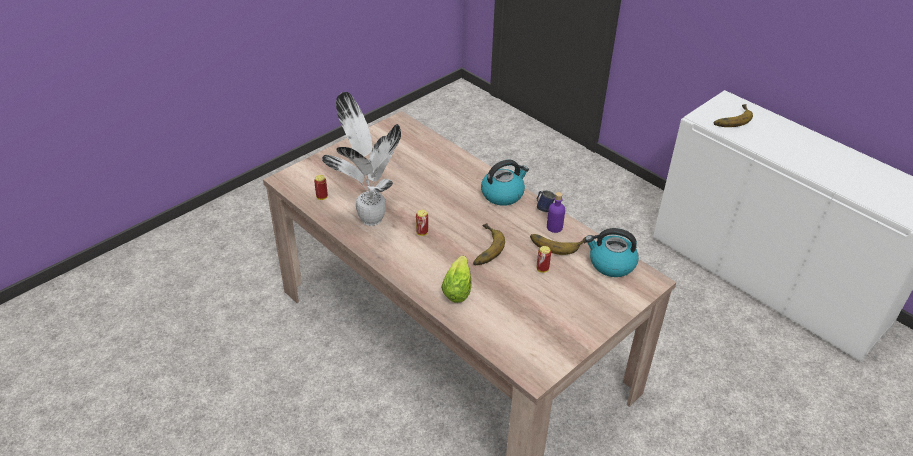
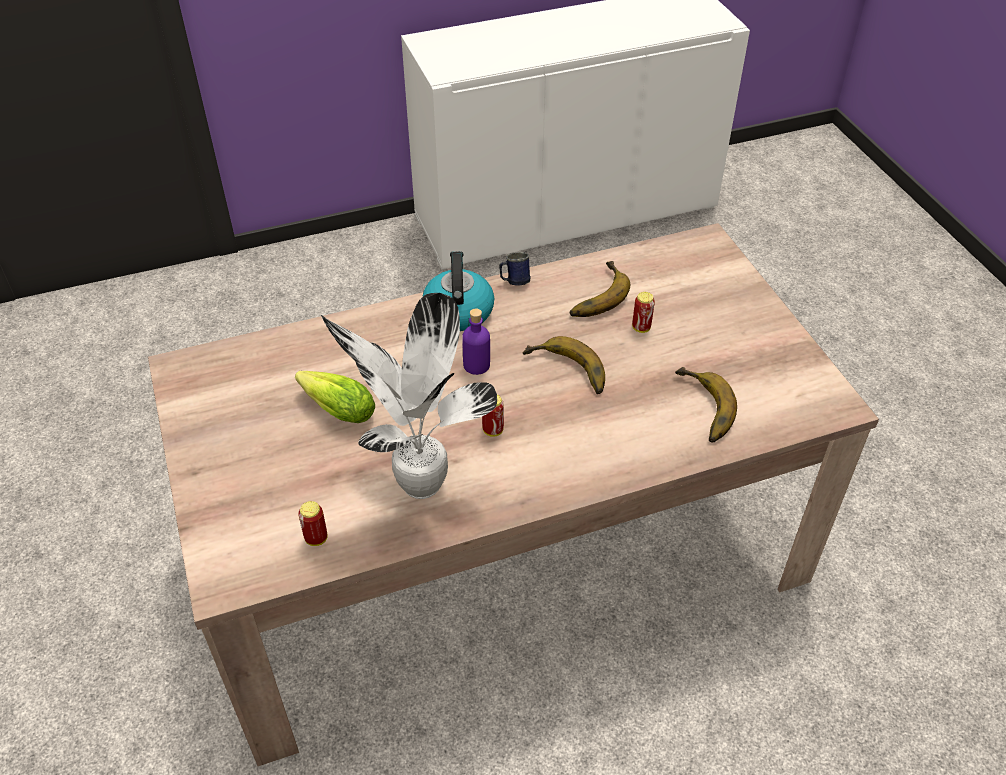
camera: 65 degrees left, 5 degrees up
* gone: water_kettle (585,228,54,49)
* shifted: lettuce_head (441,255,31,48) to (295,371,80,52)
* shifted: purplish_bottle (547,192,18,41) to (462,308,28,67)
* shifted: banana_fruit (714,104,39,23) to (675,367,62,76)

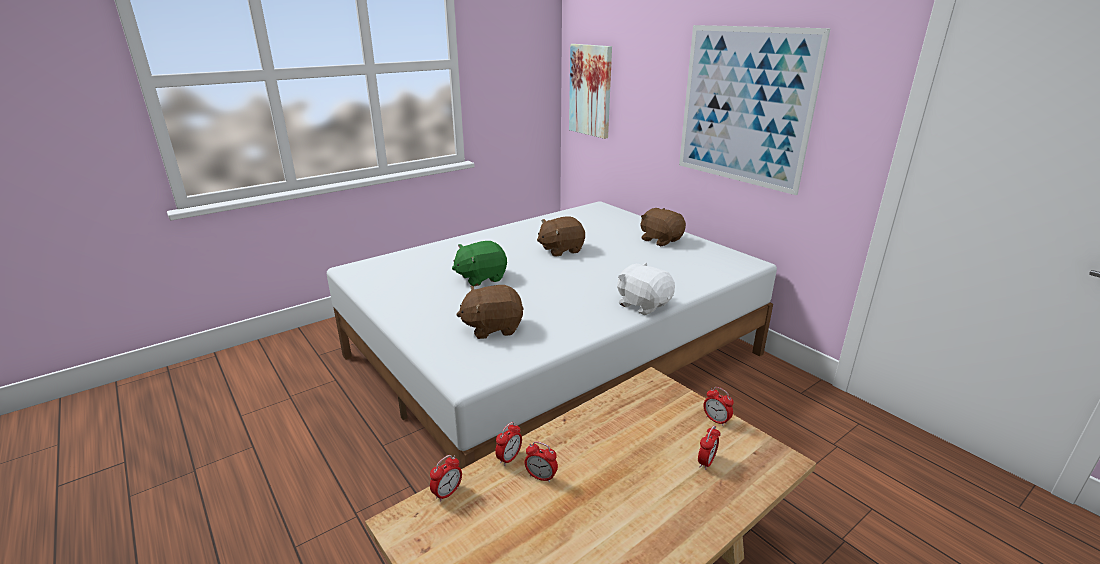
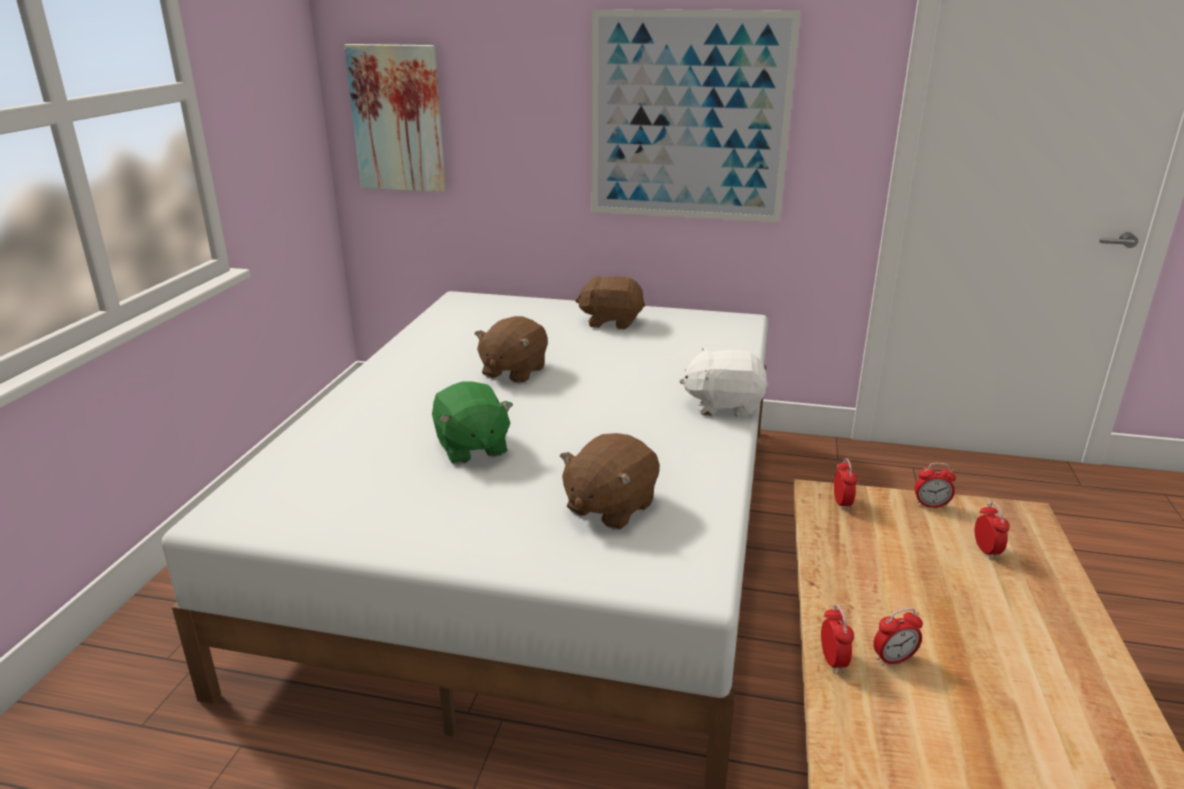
camera: 40 degrees left, 0 degrees up
* shifted: table_clock (430,455,32,47) to (834,458,23,52)
* rotated: greenish_plush_toy (452,241,55,45) = (432,382,81,82) 45 degrees counterclockwise

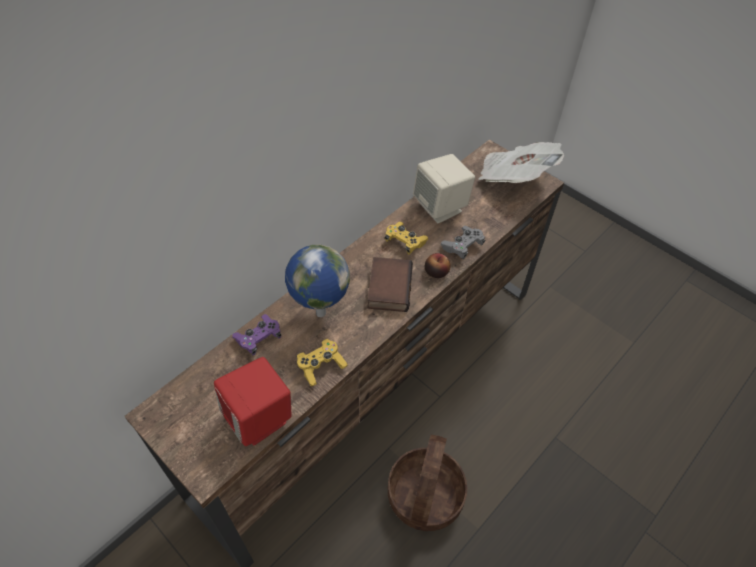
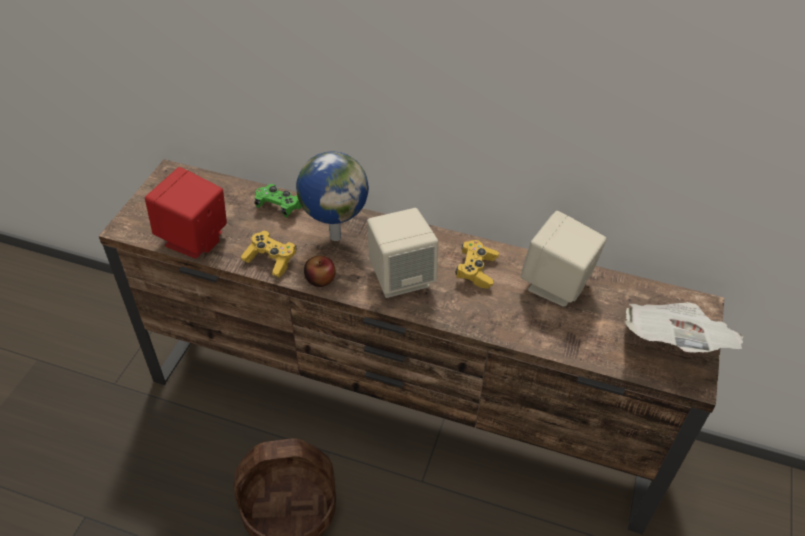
camera: 65 degrees right, 5 degrees down
* gone: grey_game_controller (441,226,44,33)
* shifted: apple (425,253,26,25) to (304,256,31,31)
* swapped: book (367,257,46,55) to beige_speaker (367,208,71,90)
* repainted: purplish_game_controller (232,314,49,42) to greenish_game_controller (255,184,47,34)

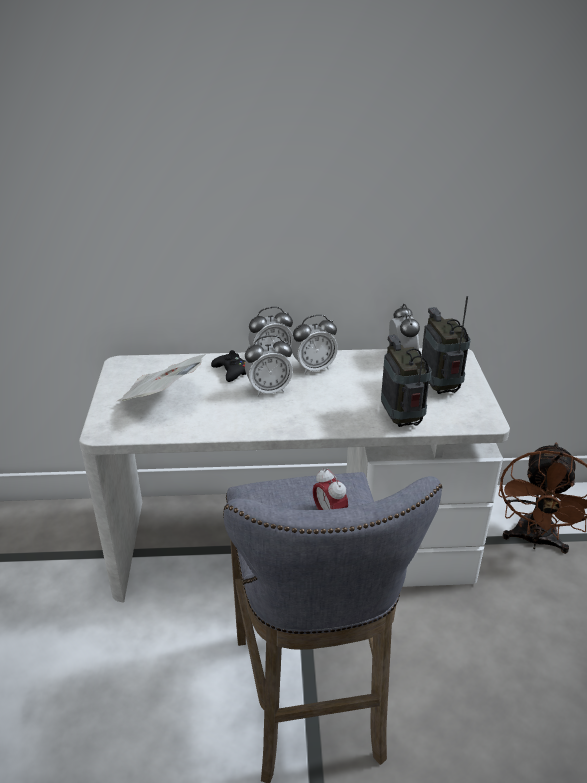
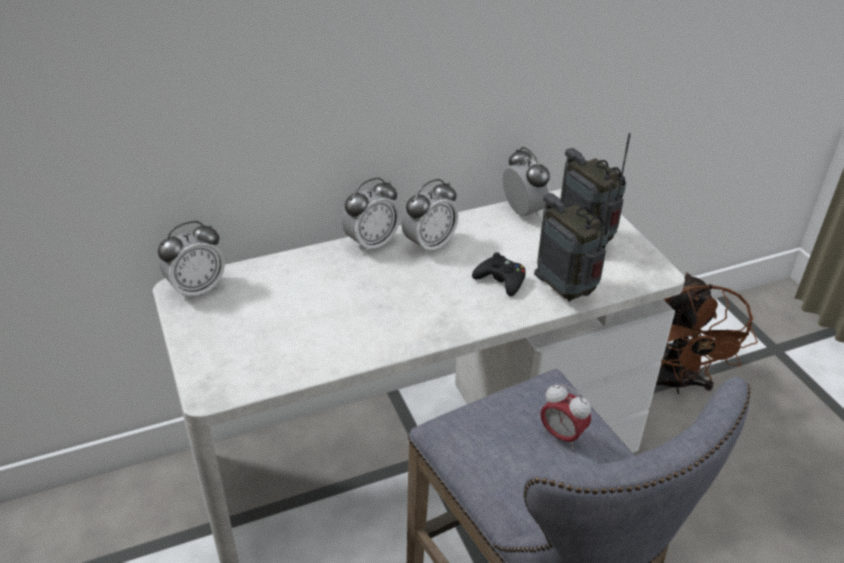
camera: 20 degrees left, 5 degrees up
* gone: daily_paper (116,354,90,48)
* shifted: black_game_controller (211,350,35,32) to (472,252,54,44)
* shifted: table_clock (245,335,48,61) to (158,221,67,80)

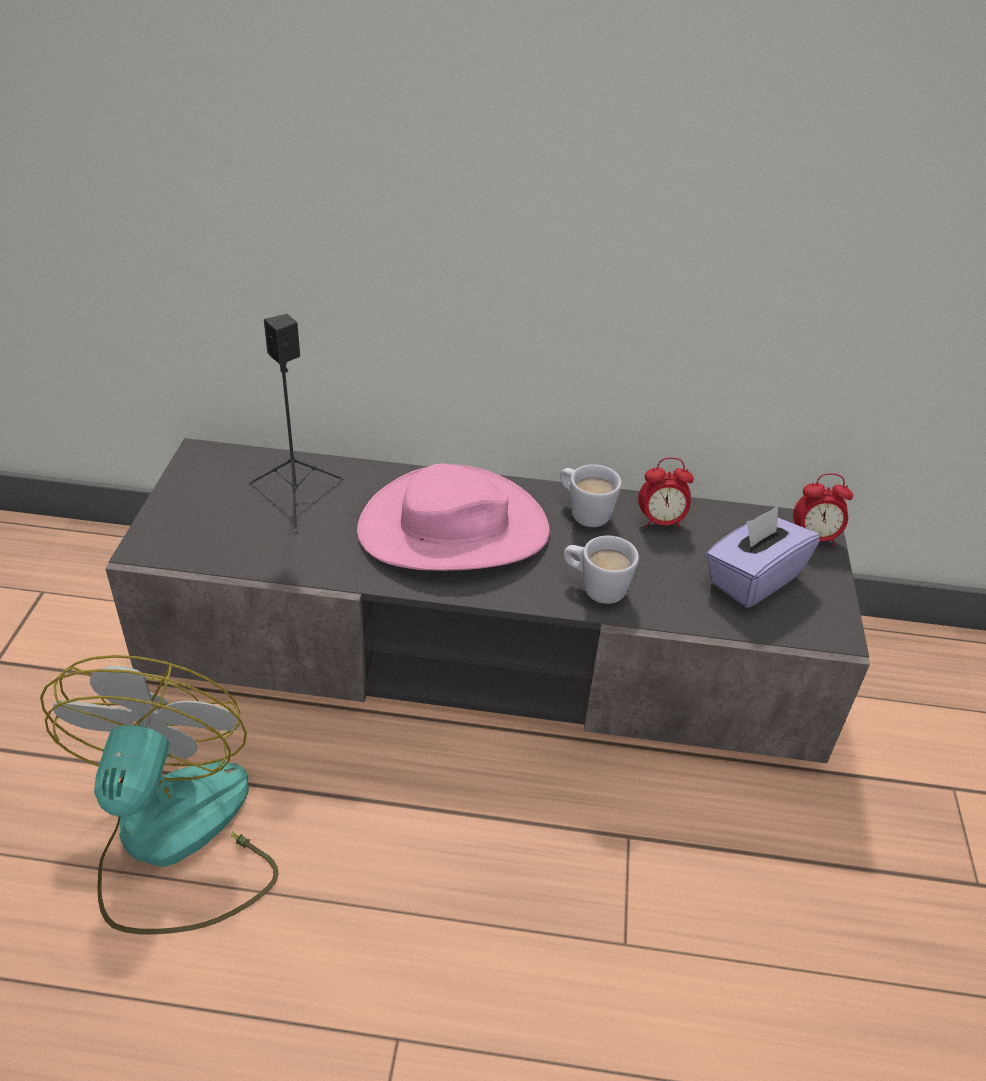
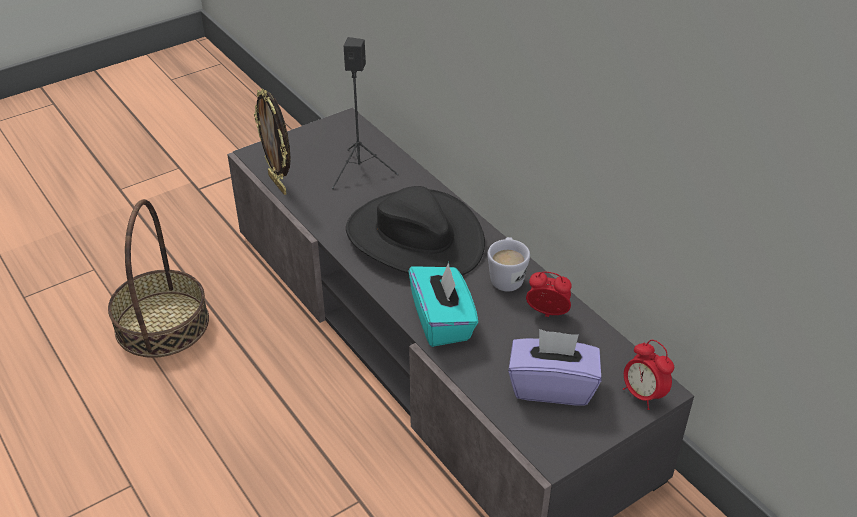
camera: 50 degrees right, 0 degrees up
* new: picture_frame (254,89,37,106)
* swapped: fan (40,655,239,280) to basket (108,199,101,159)
* swapped: white-coloured_mug (564,536,75,68) to blue-green_tissue_box (409,262,69,85)
* repainted: pinkish_wearable_hat (357,463,193,108) to black_wearable_hat (346,186,139,89)
* rotated: table_clock (638,457,56,73) = (526,272,46,45) 150 degrees clockwise

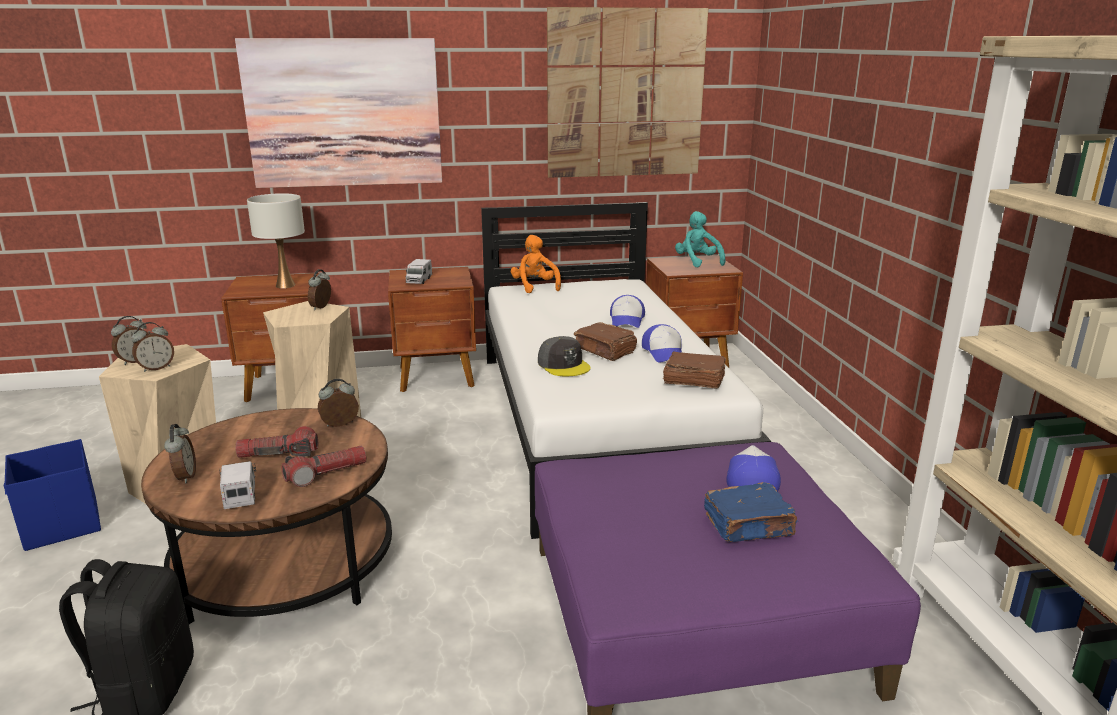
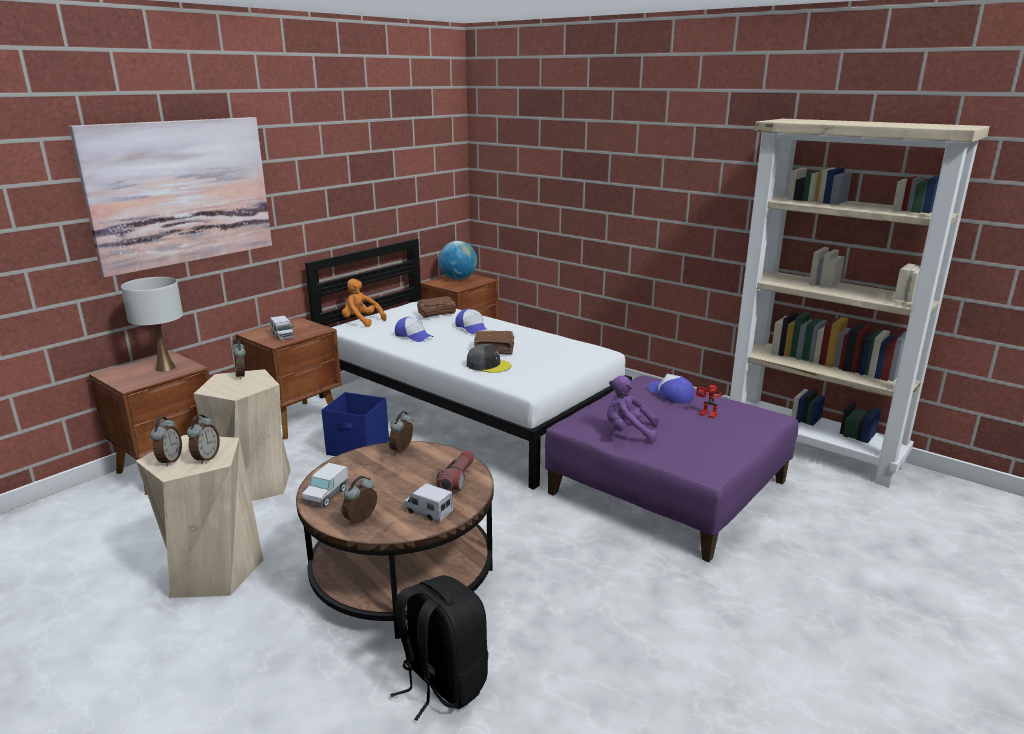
camera: 40 degrees left, 0 degrees up
* gone: flashlight (235,426,83,32)
* gone: wall_picture (547,7,161,171)
* new: toy_lorry (302,463,46,44)
* new: purplish_plush_toy (607,376,52,65)
* shifted: bluish_storage_box (4,439,97,112) to (321,392,68,64)
* shifted: cap (642,324,40,39) to (395,317,38,25)
* shifted: brown_book (663,351,63,38) to (417,296,39,22)
* swapped: blue-green_plush_toy (675,211,51,57) to world_globe (439,241,38,39)
* swapped: bluish_book (704,482,94,60) to robot_figure (696,385,28,33)
* rotated: table_clock (164,424,32,59) = (342,476,35,49) 90 degrees counterclockwise

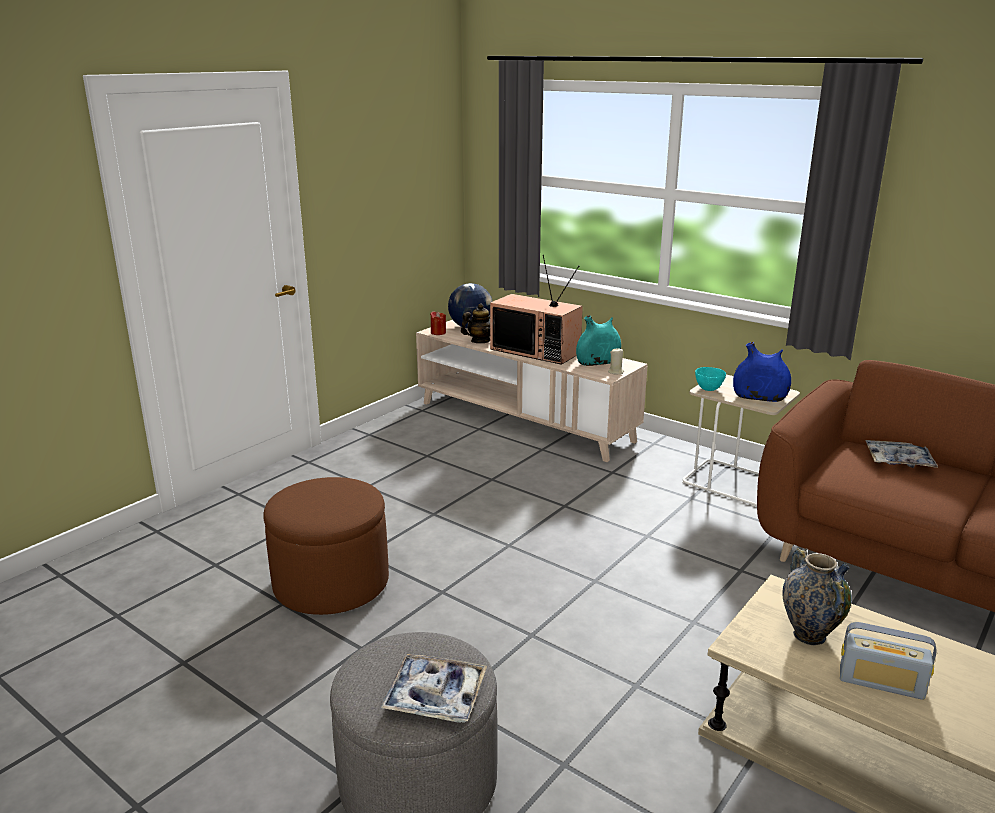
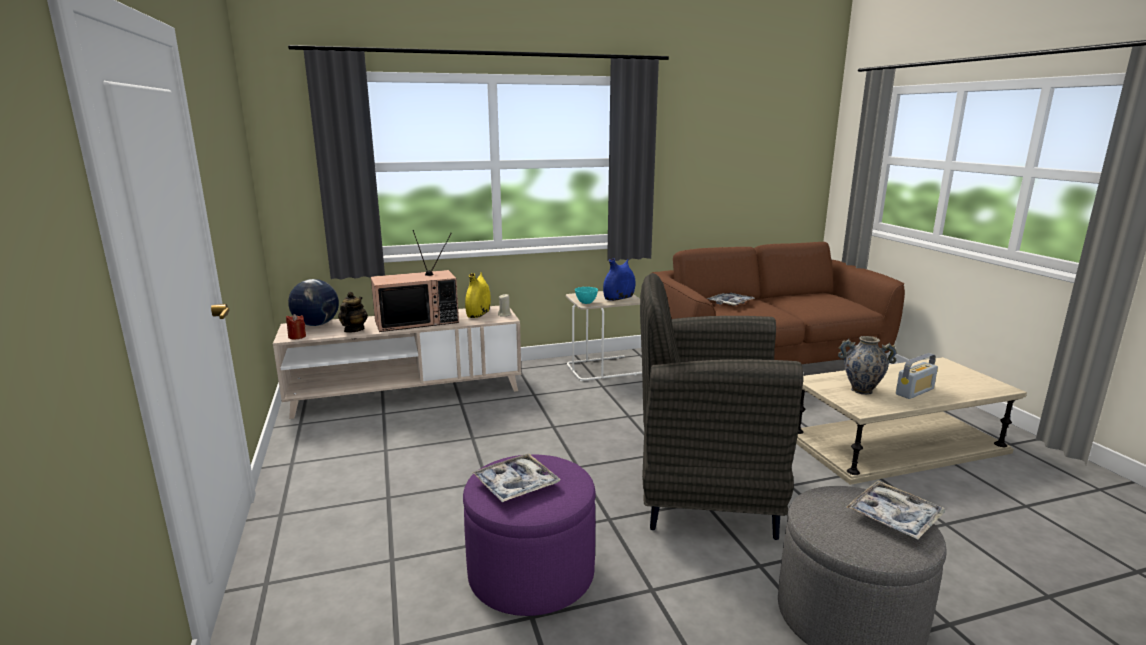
camera: 55 degrees left, 5 degrees down
* new: serving_tray (472,453,89,50)
* new: grey_easy_chair (640,273,163,267)
* repainted: brown_pouffe (263,477,126,138) to purplish_pouffe (463,454,133,162)
* repainted: blue-green_vase (576,315,45,51) to yellowish_vase (465,272,26,46)

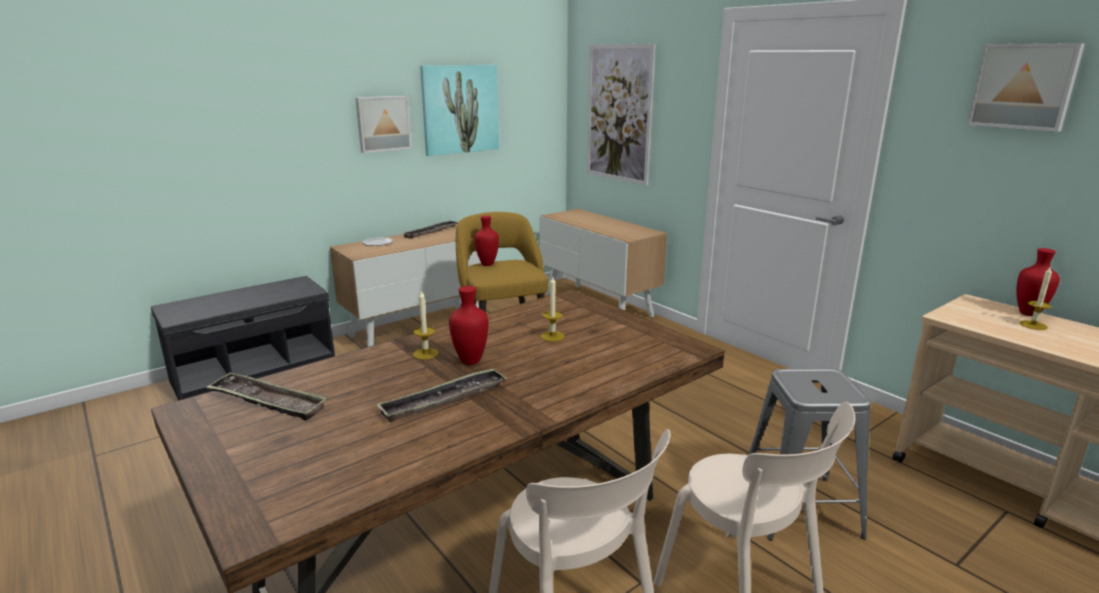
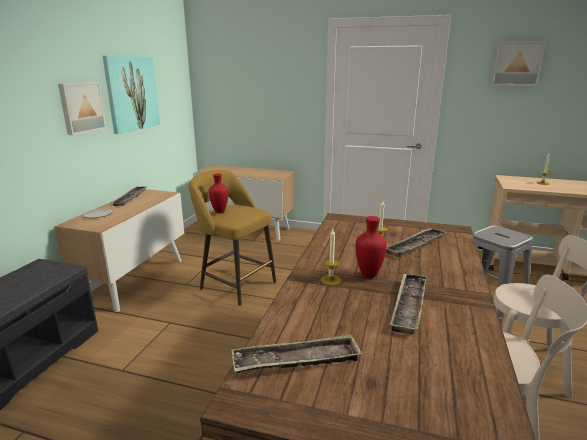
camera: 35 degrees left, 0 degrees up
* gone: wall_picture (587,44,69,142)
* gone: reddish_vase (1016,248,44,68)
* new: serving_tray (386,228,60,29)

